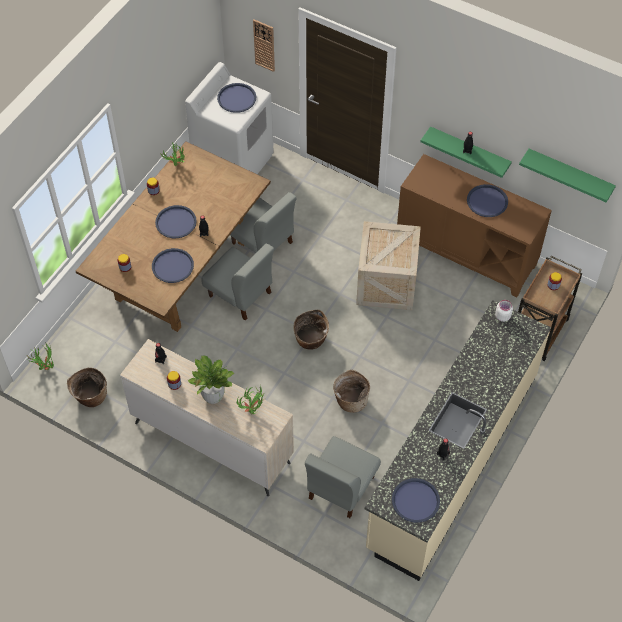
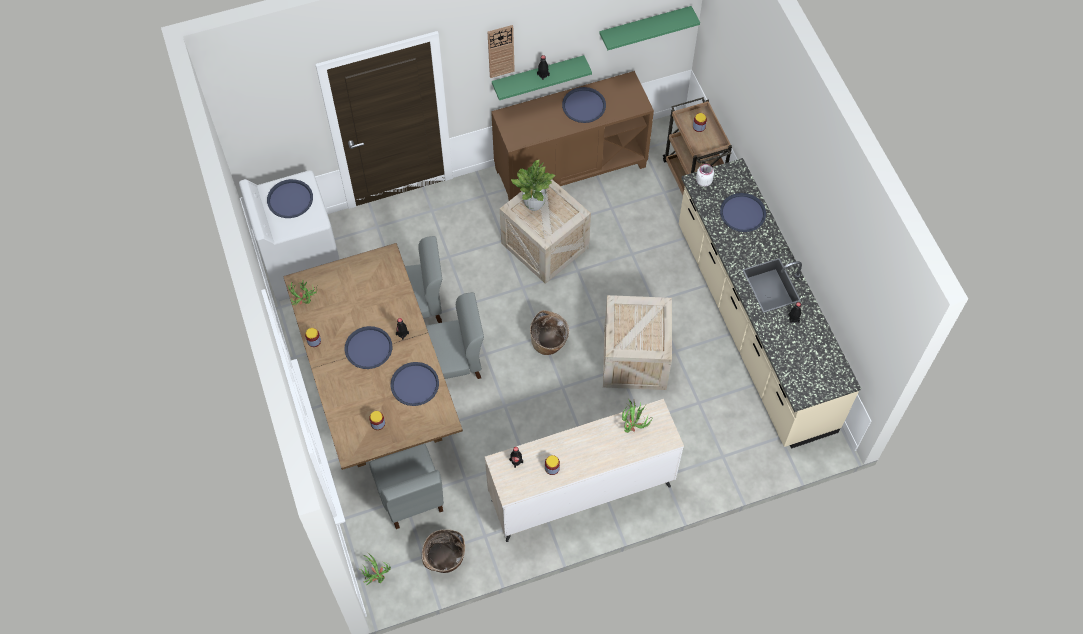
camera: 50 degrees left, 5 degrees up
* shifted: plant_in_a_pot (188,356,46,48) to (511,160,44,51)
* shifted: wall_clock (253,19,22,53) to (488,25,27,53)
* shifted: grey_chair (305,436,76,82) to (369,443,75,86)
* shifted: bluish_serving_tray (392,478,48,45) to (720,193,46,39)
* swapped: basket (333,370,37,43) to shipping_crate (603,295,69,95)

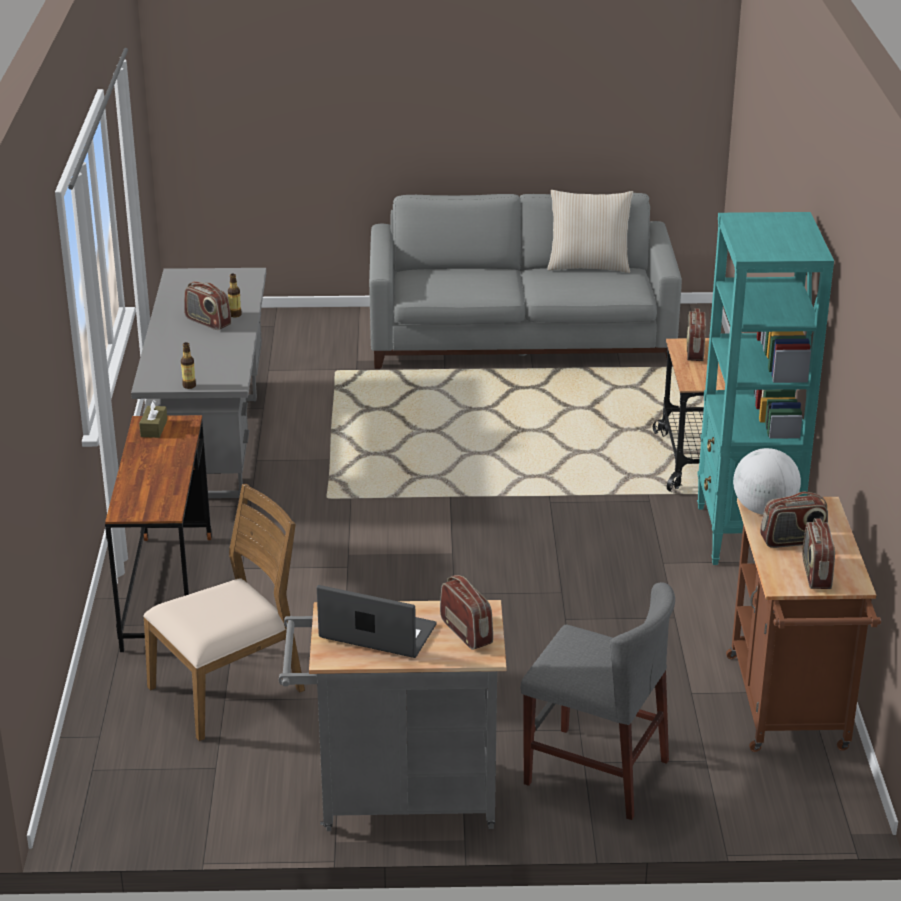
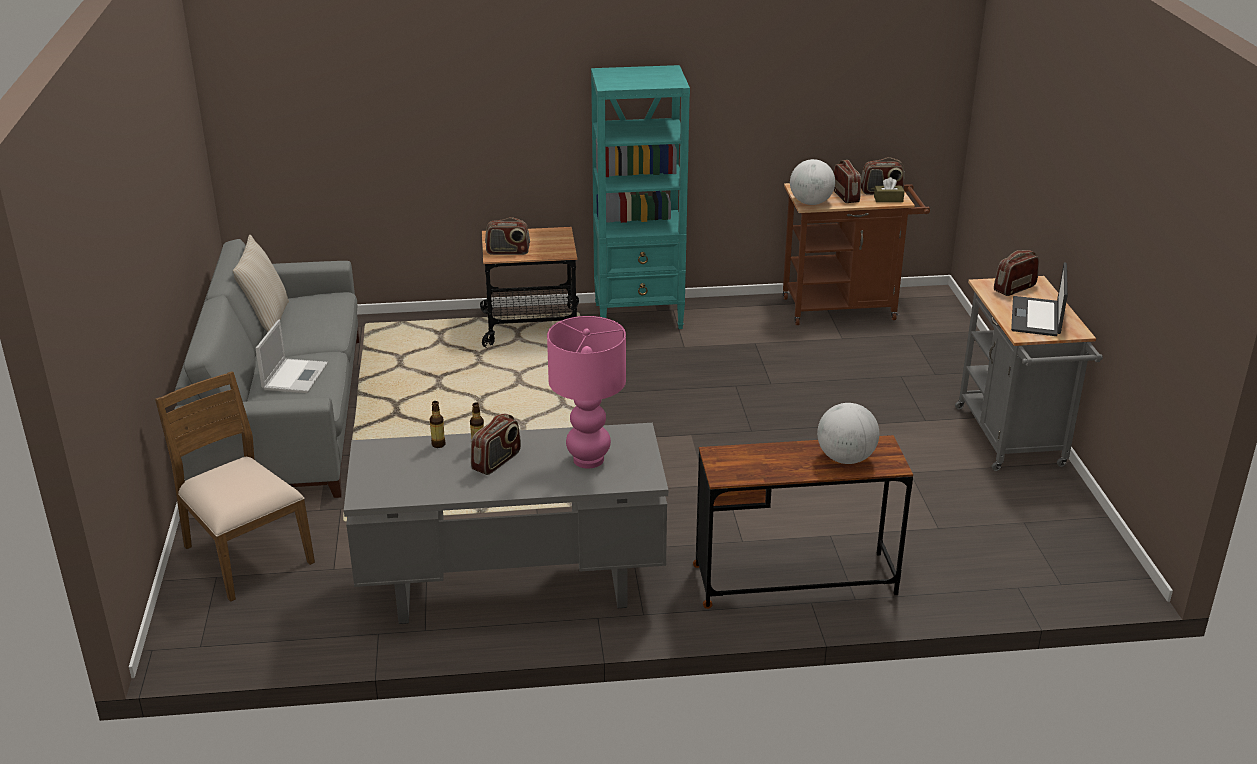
camera: 95 degrees left, 0 degrees up
* gone: grey_chair (521,582,154,238)
* new: portable_computer (255,320,73,73)
* new: pinkish_tabletop_lamp (547,316,79,152)
* new: world_globe (817,403,62,61)
* shifted: brown_tissue_box (139,400,28,38) to (874,177,30,25)
* shifted: brown_chair (143,483,162,258) to (155,371,160,231)
* shifted: bottle (181,342,15,47) to (430,401,16,47)

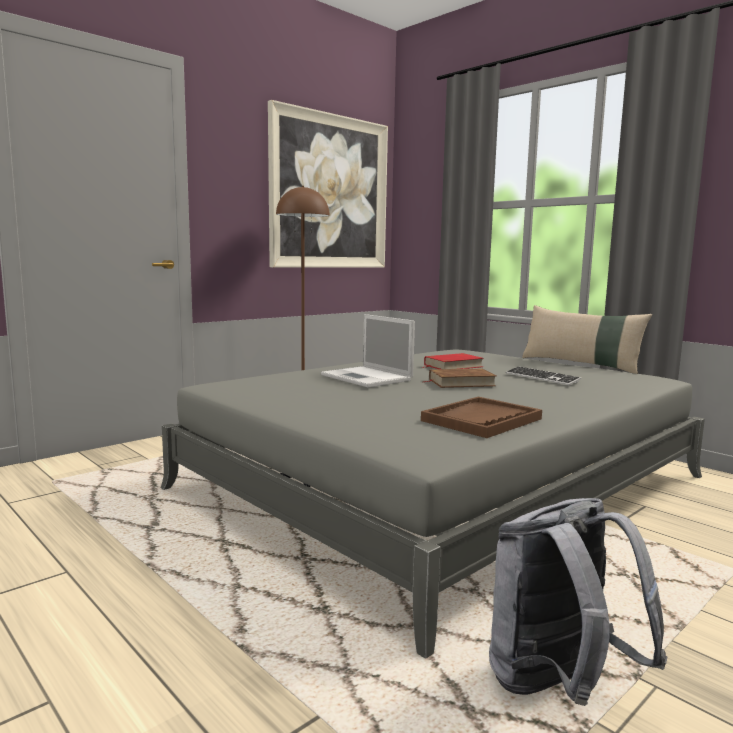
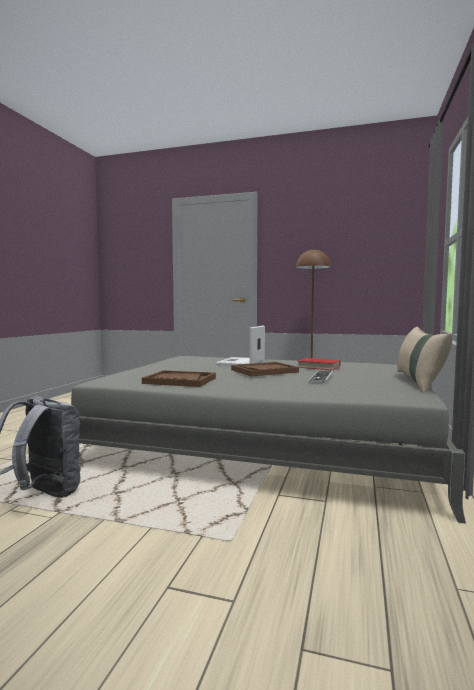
camera: 60 degrees right, 5 degrees down
* gone: wall_picture (268,100,120,168)
* swapped: brown_book (424,369,73,19) to brown_serving_tray (231,362,68,15)

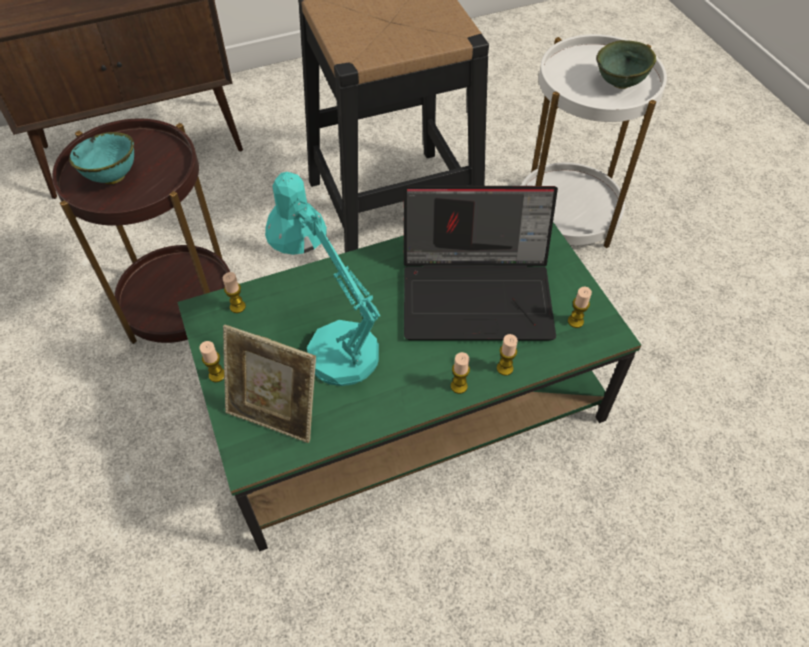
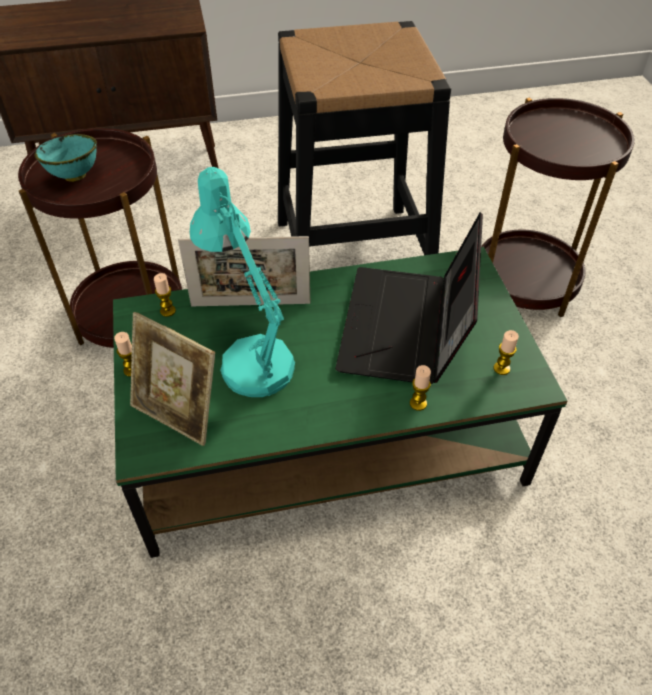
camera: 10 degrees right, 5 degrees down
* gone: wax_candle (451,352,19,42)
* gone: greenish_deep_dish (596,40,60,49)
* new: picture_frame (178,236,132,70)
* repainted: white-coloured_accent_table (521,34,146,214) to brown_accent_table (481,98,154,219)
* rotated: portable_computer (404,186,154,154) = (335,212,148,172) 90 degrees clockwise

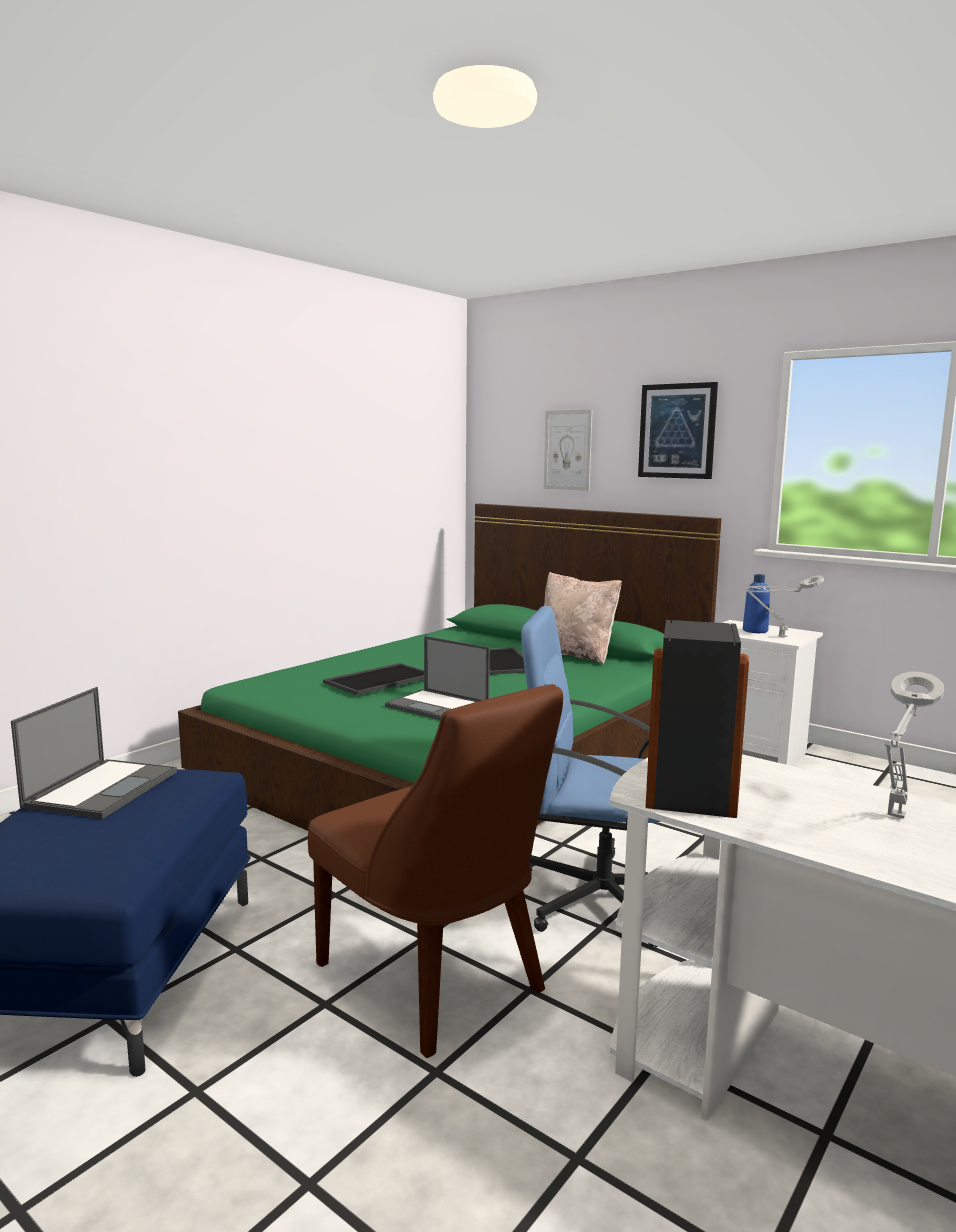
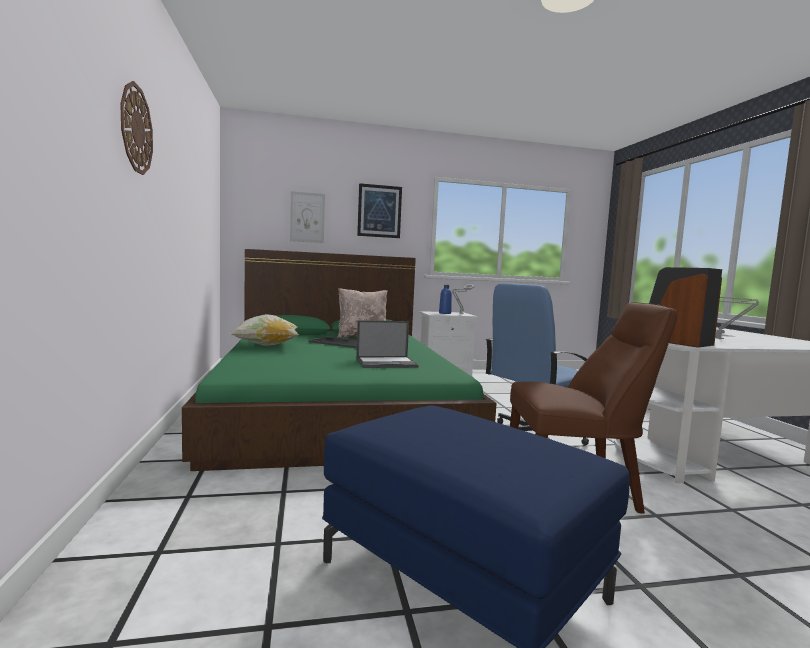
camera: 50 degrees left, 5 degrees down
* gone: portable_computer (11,687,166,132)
* gone: serving_tray (323,663,101,32)
* new: wall_clock (120,81,33,94)
* new: throw_pillow (230,314,69,32)

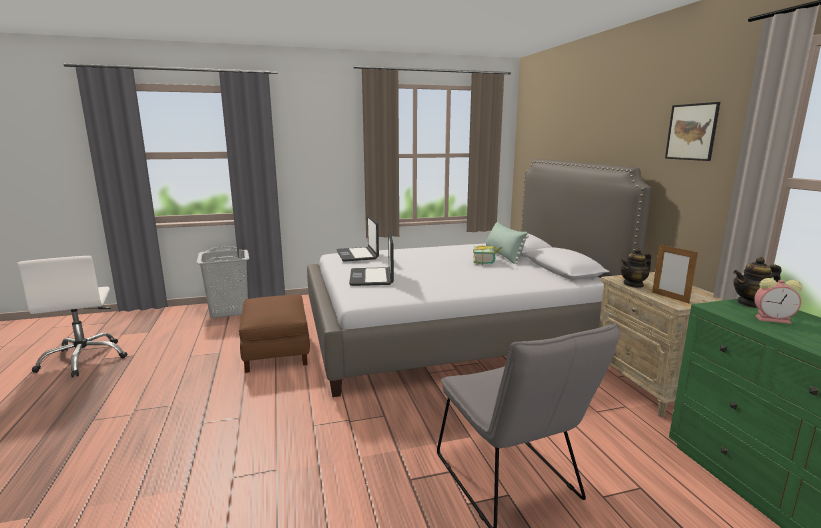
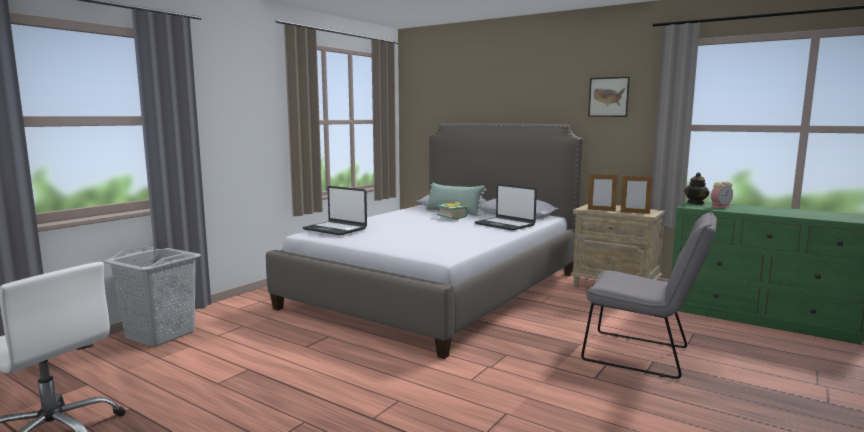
camera: 40 degrees left, 5 degrees down
* gone: brown_pouffe (239,295,71,78)
* shifted: portable_computer (349,231,45,55) to (475,184,62,47)
* swapped: teapot (621,248,30,40) to picture_frame (588,173,30,38)

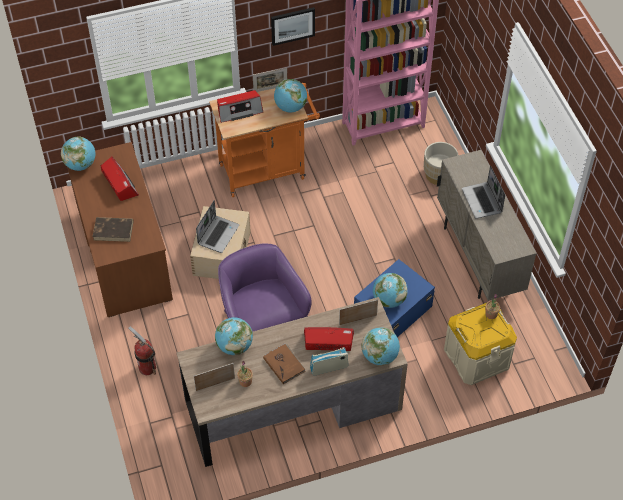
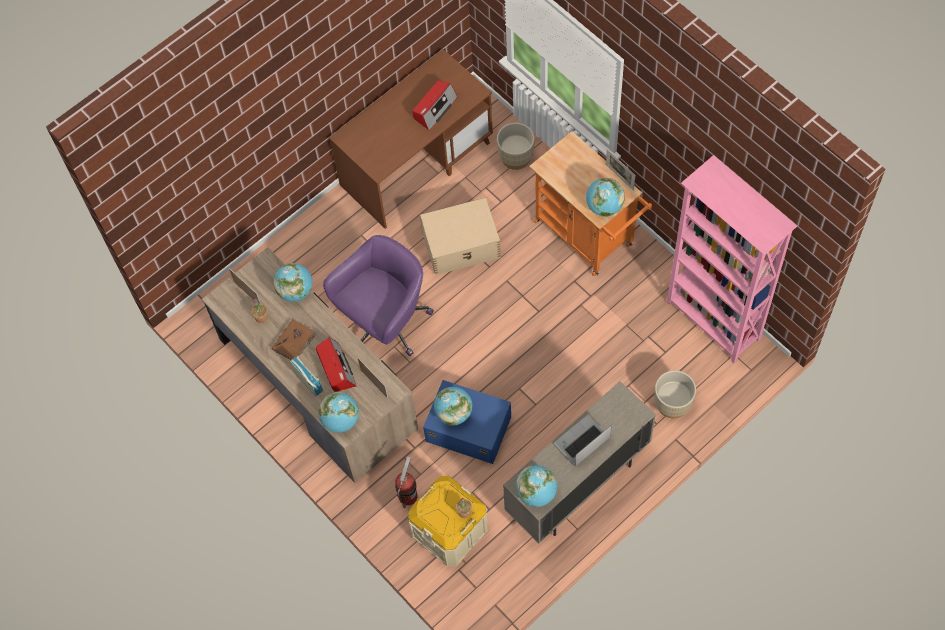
camera: 70 degrees right, 10 degrees up
* gone: brown_book (92,217,41,25)
* gone: portable_computer (196,200,43,53)
* gone: radio (217,90,46,33)
* gone: wall_picture (271,7,44,39)
* new: beige_flower_pot (497,123,37,47)
* shifted: world_globe (61,137,34,34) to (516,465,41,42)
* shifted: fire-fighting_cylinder (128,326,28,49) to (395,456,22,52)

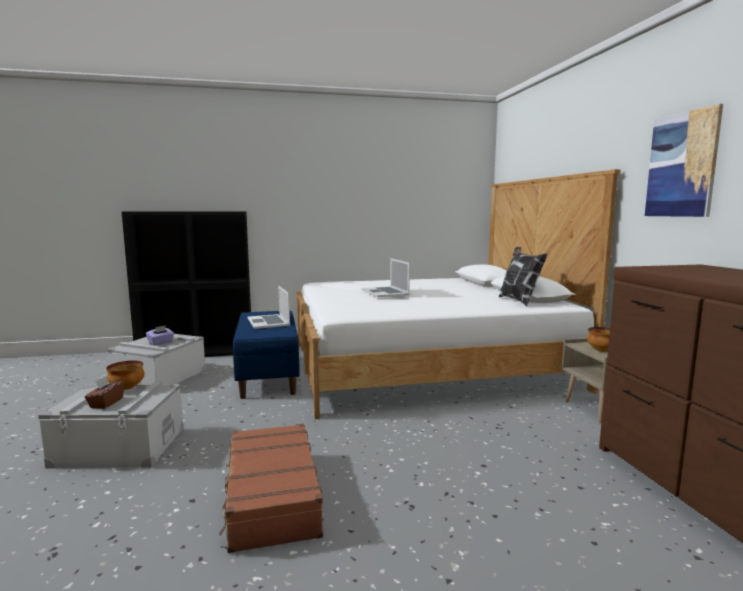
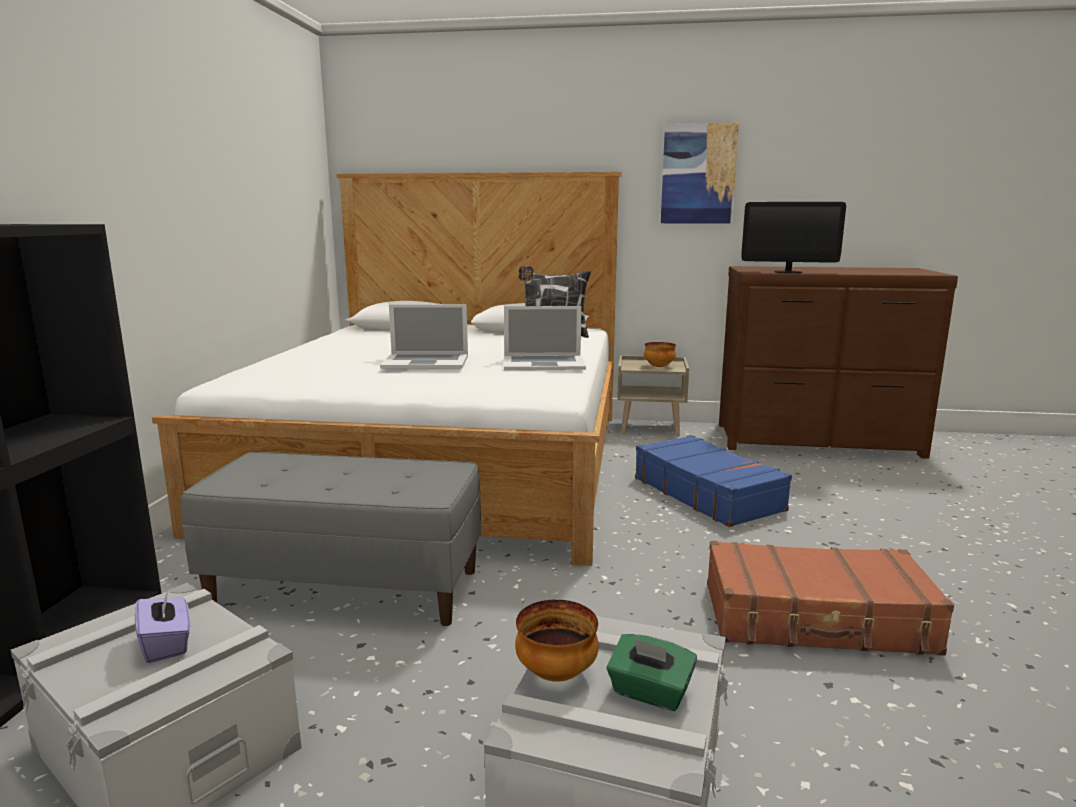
camera: 70 degrees left, 5 degrees up
* new: bluish_suitcase (635,435,157,92)
* new: computer_screen (742,202,104,71)
* shifted: portable_computer (248,286,42,43) to (504,306,82,64)
* repainted: brown_tissue_box (84,376,41,33) to greenish_tissue_box (606,634,91,77)
* repainted: bluish_indoor_bench (233,310,67,89) to grey_indoor_bench (181,452,300,174)

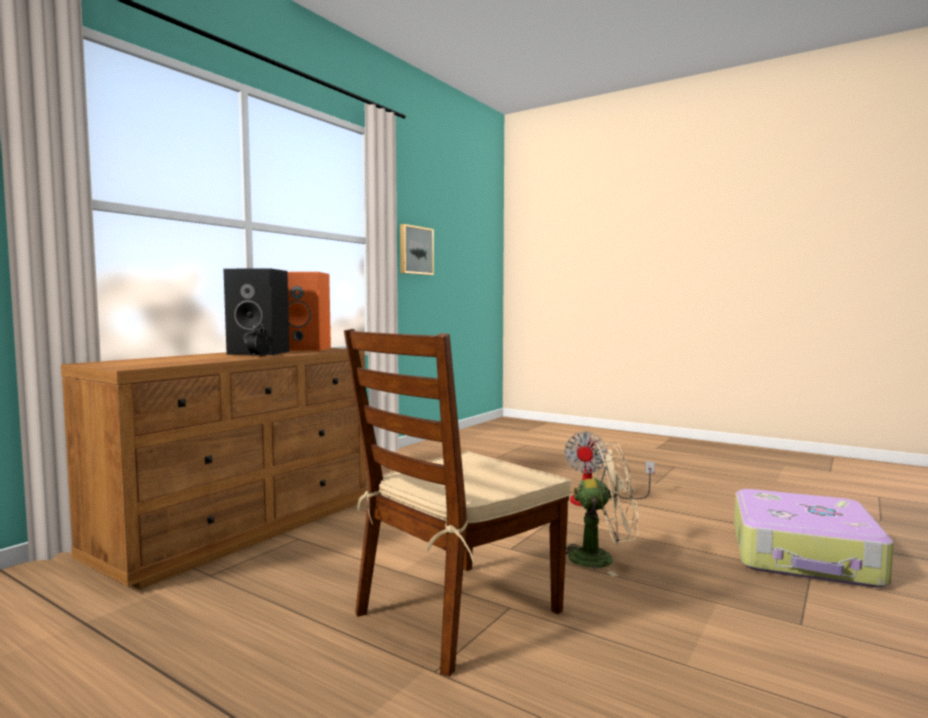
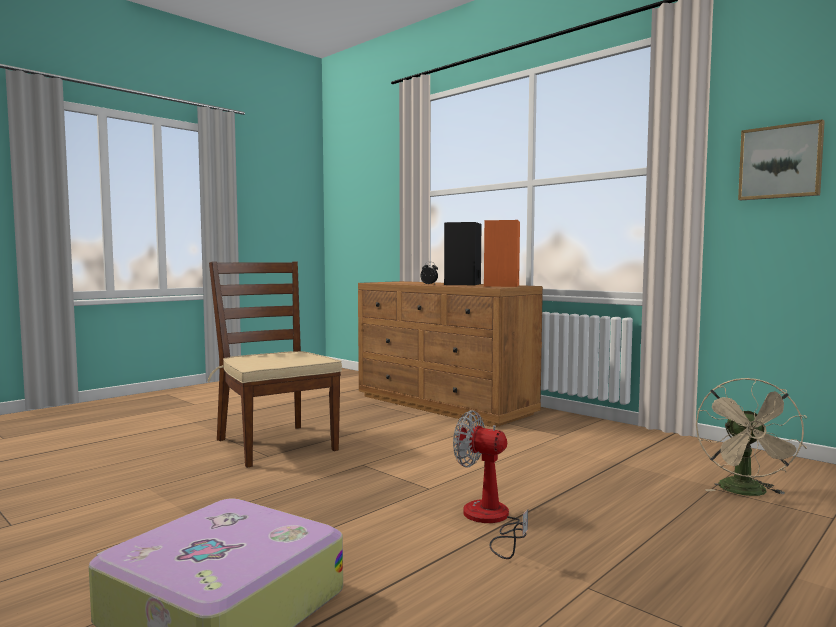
camera: 100 degrees right, 0 degrees up
* shifted: beige_fan (566,442,72,134) to (696,378,111,118)

